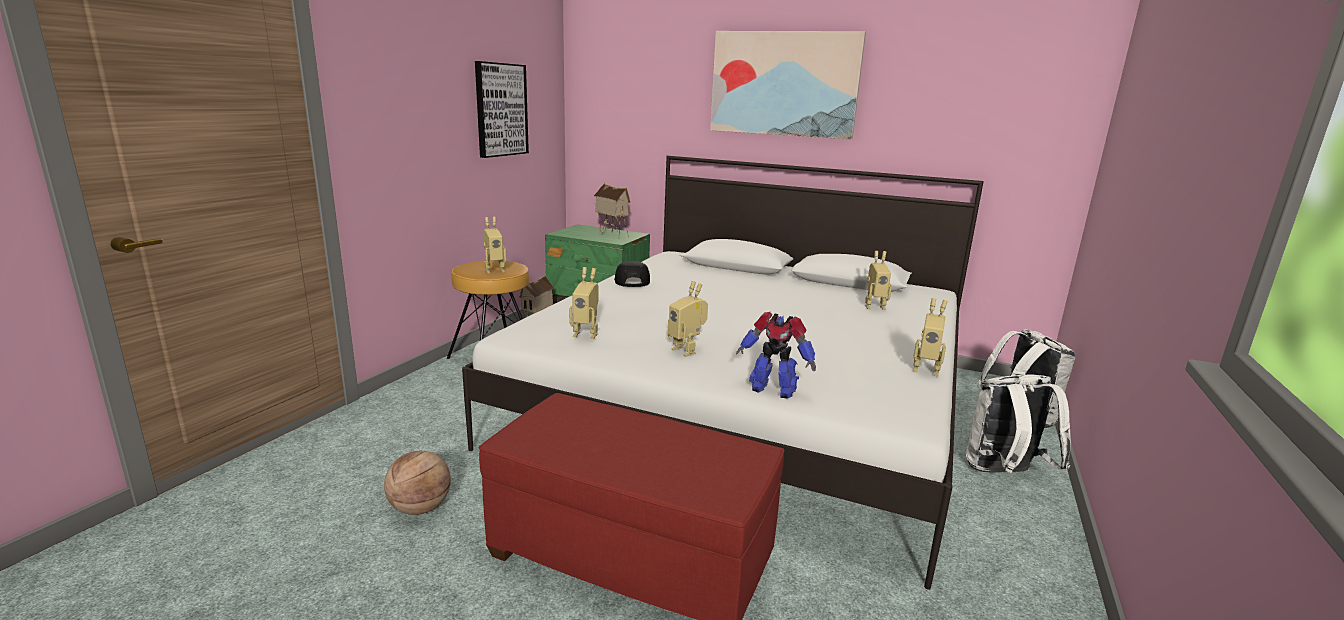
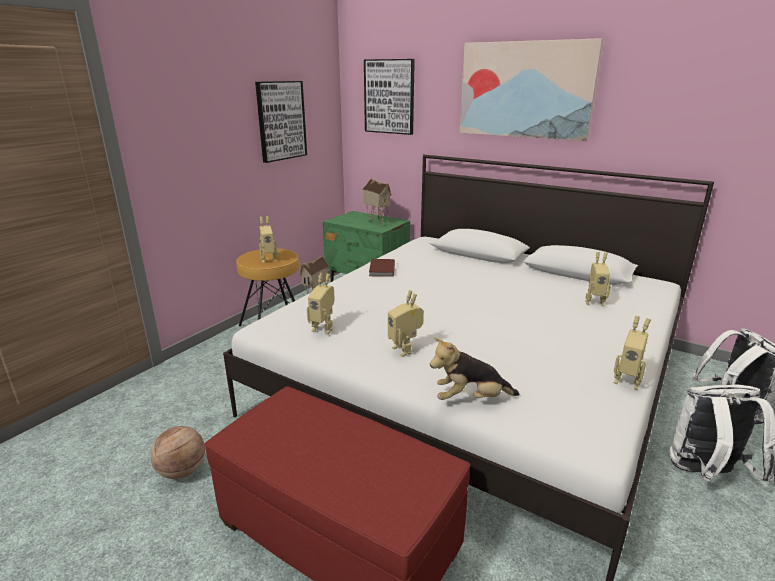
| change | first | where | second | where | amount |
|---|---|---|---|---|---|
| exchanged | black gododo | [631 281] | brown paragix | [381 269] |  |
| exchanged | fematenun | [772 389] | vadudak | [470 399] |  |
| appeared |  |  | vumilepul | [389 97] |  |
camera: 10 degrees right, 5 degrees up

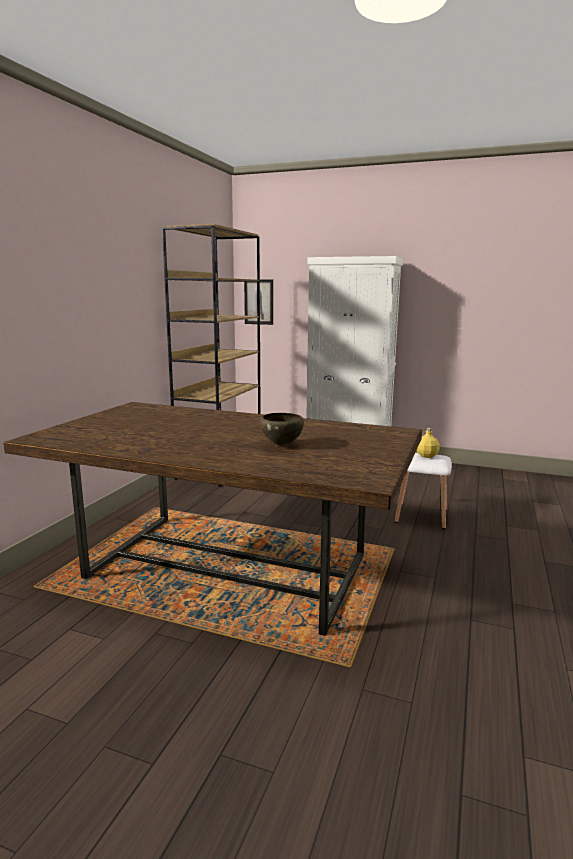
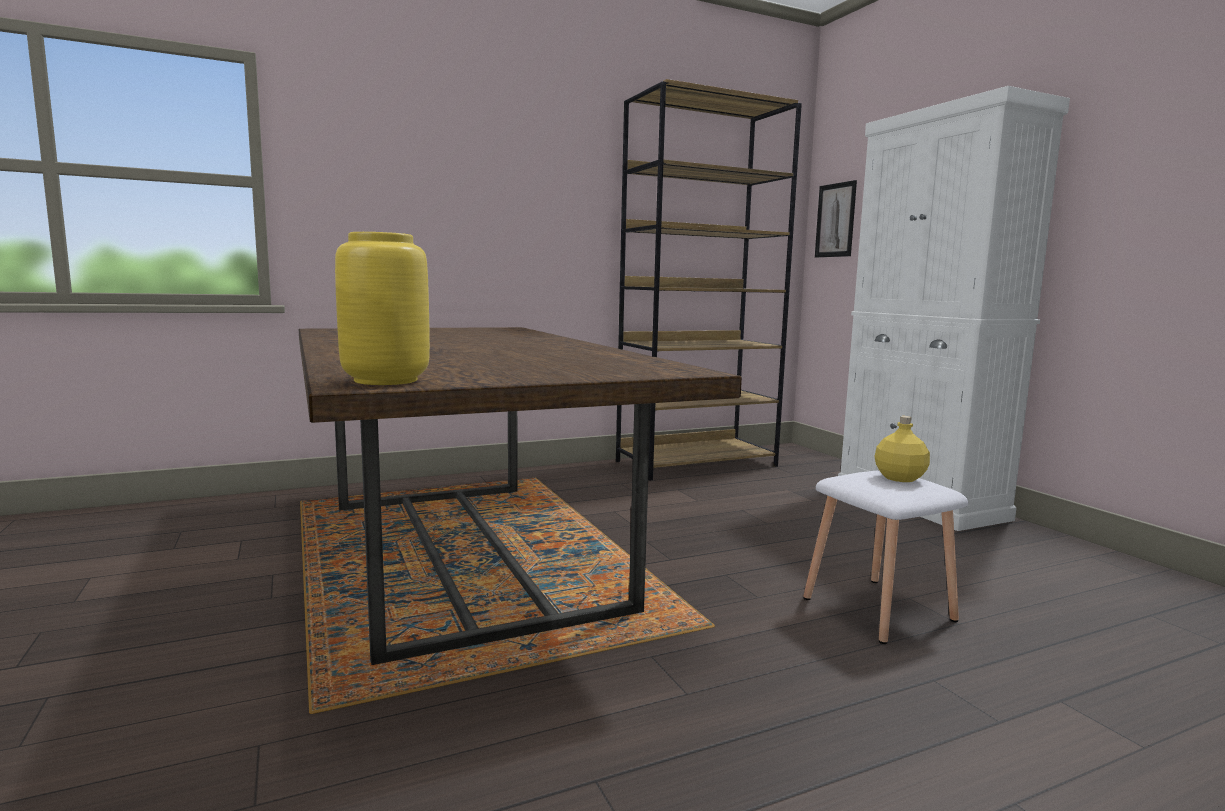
| change | first | where | second | where | amount |
|---|---|---|---|---|---|
| missing | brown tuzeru | [282 445] |  |  |  |
| appeared |  |  | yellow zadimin | [386 381] |  |
camera: 45 degrees right, 5 degrees down

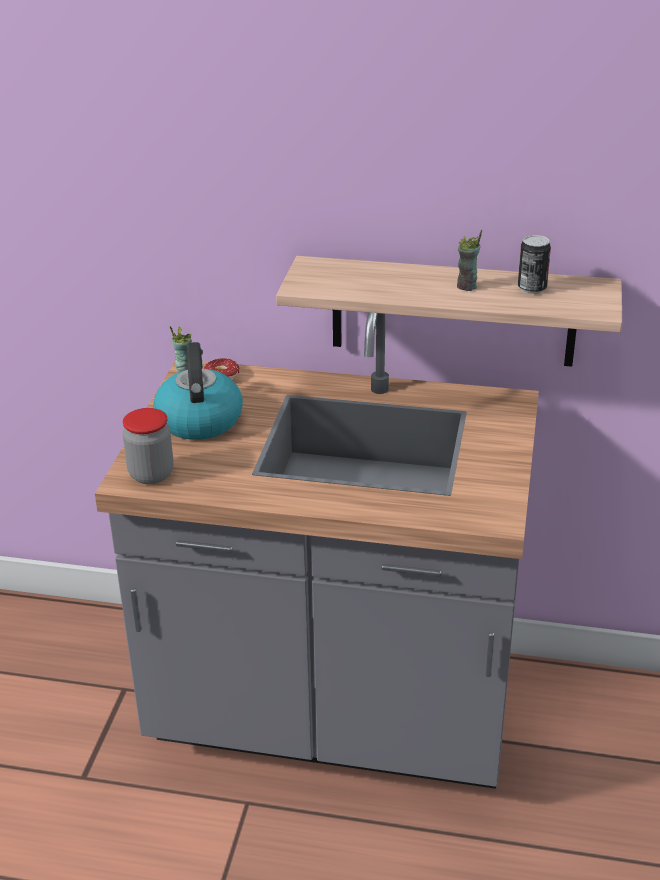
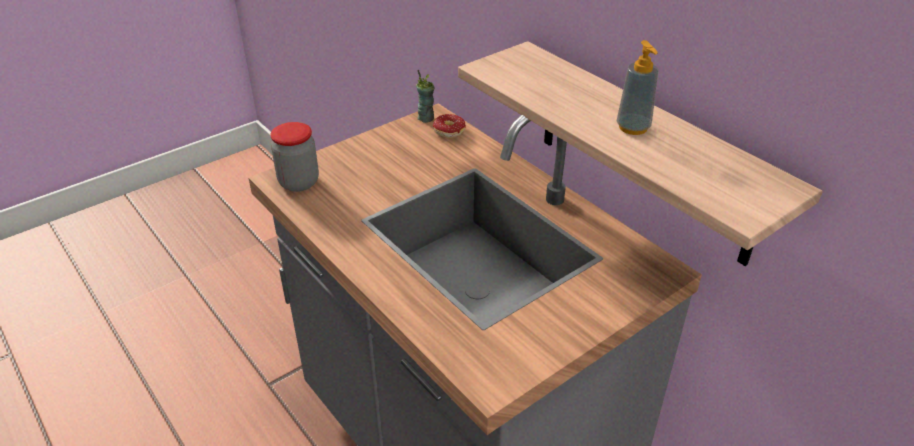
| change | first | where | second | where | amount |
|---|---|---|---|---|---|
| exchanged | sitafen | [467 287] | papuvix | [633 127] |  |
| missing | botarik | [532 288] |  |  |  |
| missing | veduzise | [199 420] |  |  |  |
camera: 40 degrees right, 5 degrees up

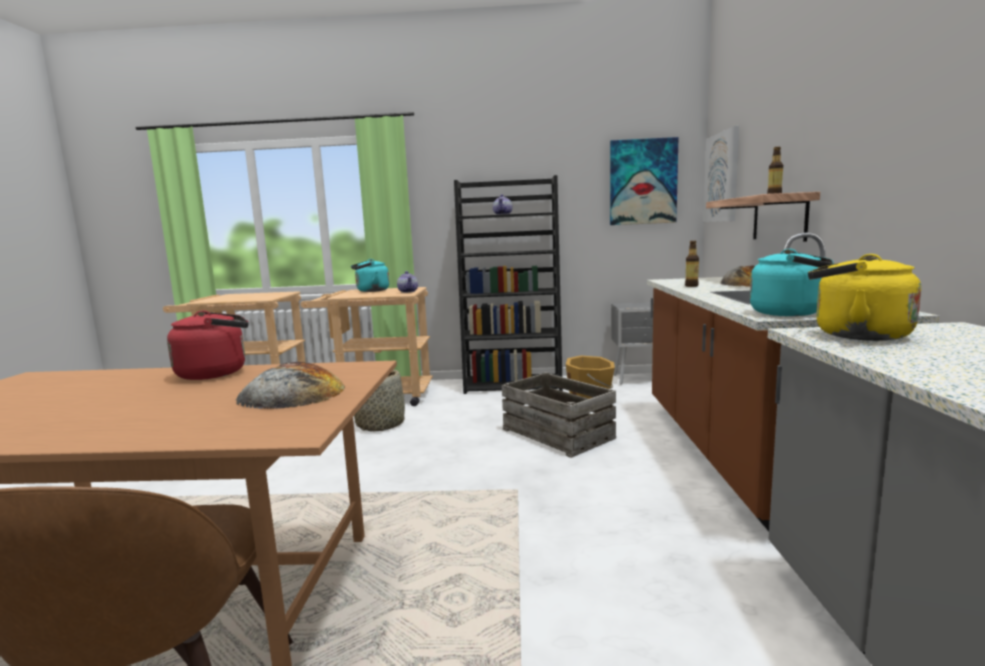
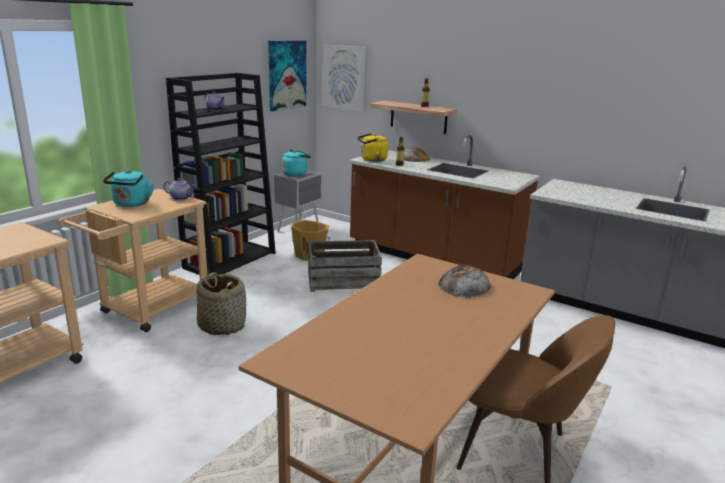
| change | first | where | second | where | amount |
|---|---|---|---|---|---|
| relocated | turquoise veduzise | [791 313] |  | [296 174] |  |
| relocated | yellow veduzise | [854 335] |  | [372 160] |  |
| missing | red veduzise | [216 373] |  |  |  |
camera: 60 degrees left, 10 degrees up

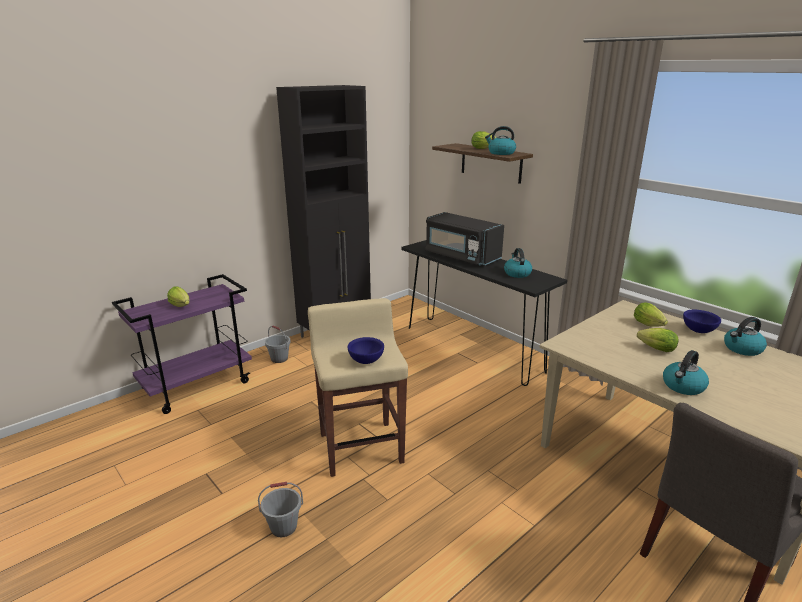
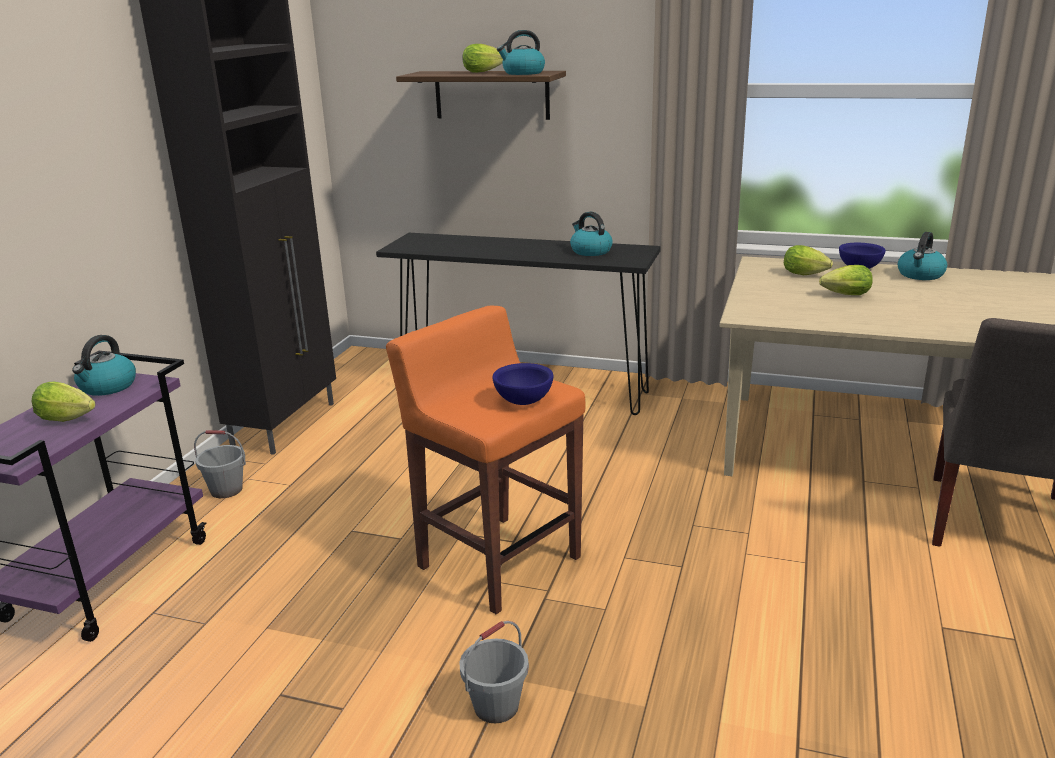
| change | first | where | second | where | amount |
|---|---|---|---|---|---|
| missing | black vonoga | [461 256] |  |  |  |
| colour | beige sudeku | [361 447] | orange sudeku | [497 561] |  |
| relocated | veduzise | [683 386] |  | [107 387] |  |
camera: 30 degrees left, 0 degrees up

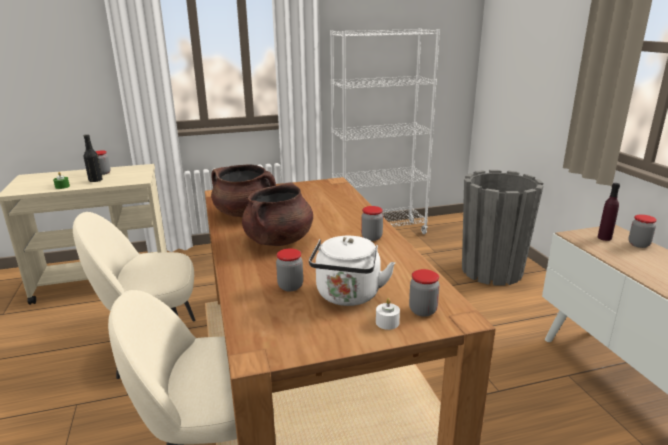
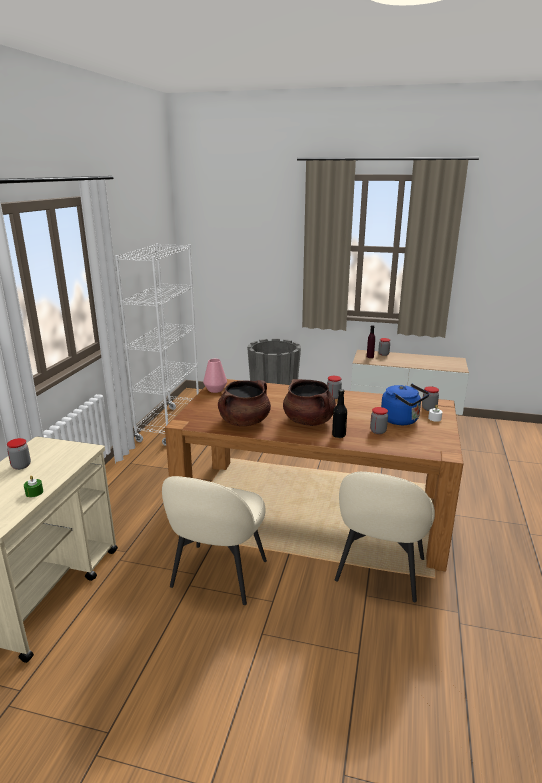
| change | first | where | second | where | amount |
|---|---|---|---|---|---|
| relocated | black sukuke | [95 180] |  | [338 435] |  |
| colour | white veduzise | [348 296] | blue veduzise | [402 420] |  |
| appeared |  |  | pink zadimin | [215 390] |  |
camera: 60 degrees left, 0 degrees up

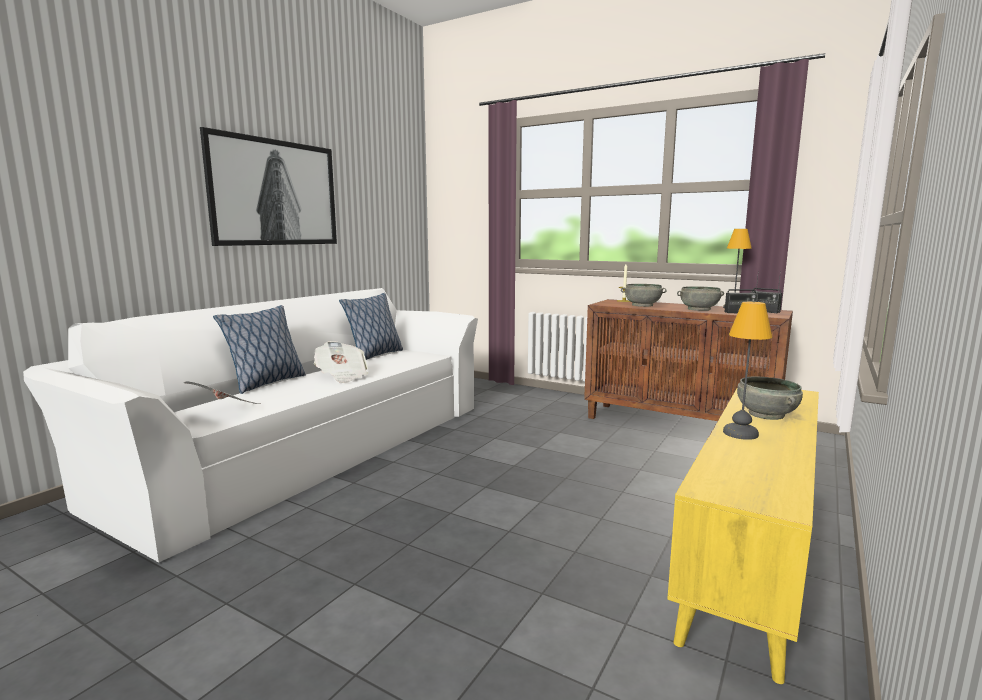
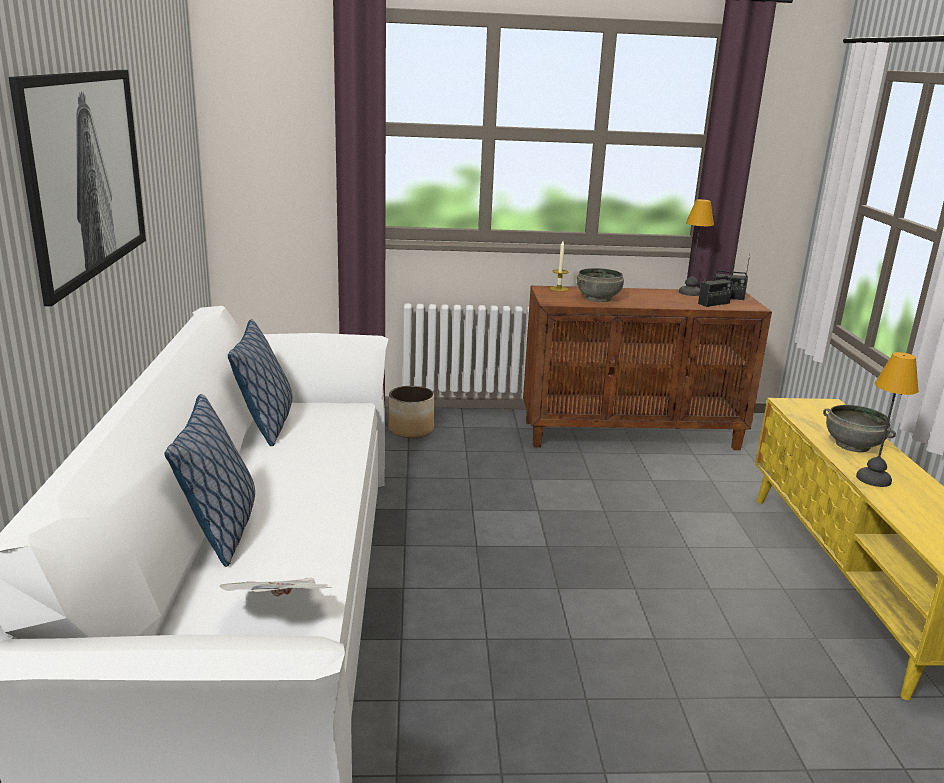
| change | first | where | second | where | amount |
|---|---|---|---|---|---|
| missing | grey tuzeru | [699 309] |  |  |  |
| missing | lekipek | [342 376] |  |  |  |
| appeared |  |  | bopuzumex | [410 430] |  |
camera: 35 degrees left, 10 degrees up

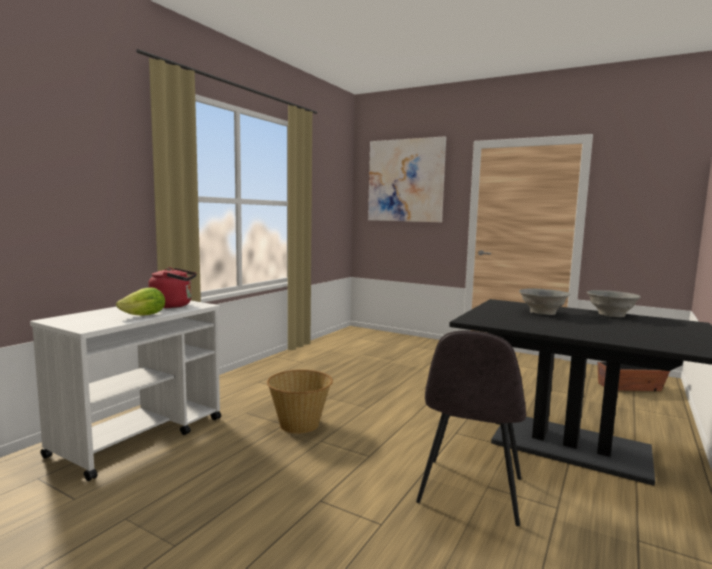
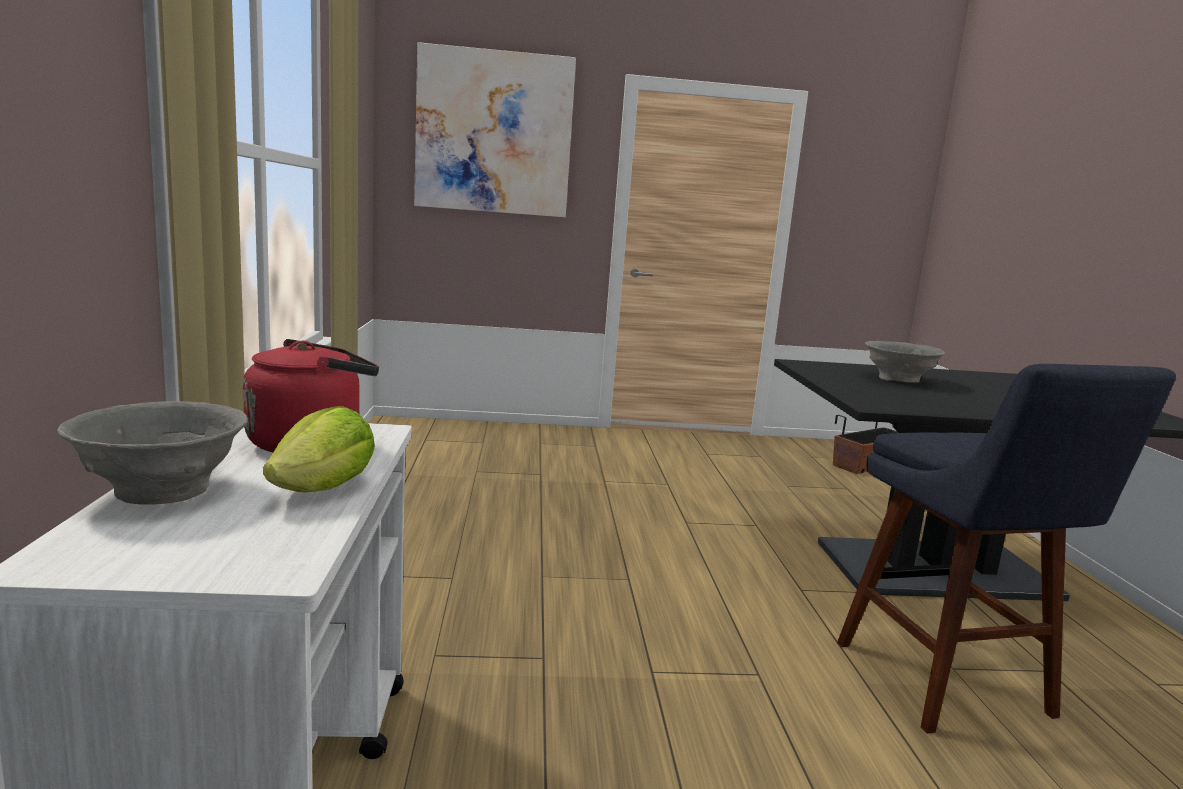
| change | first | where | second | where | amount |
|---|---|---|---|---|---|
| relocated | grey tuzeru | [610 315] |  | [161 490] |  |
| exchanged | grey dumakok | [470 492] | blue sudeku | [950 686] |  |
| missing | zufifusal | [299 424] |  |  |  |
camera: 35 degrees left, 5 degrees up

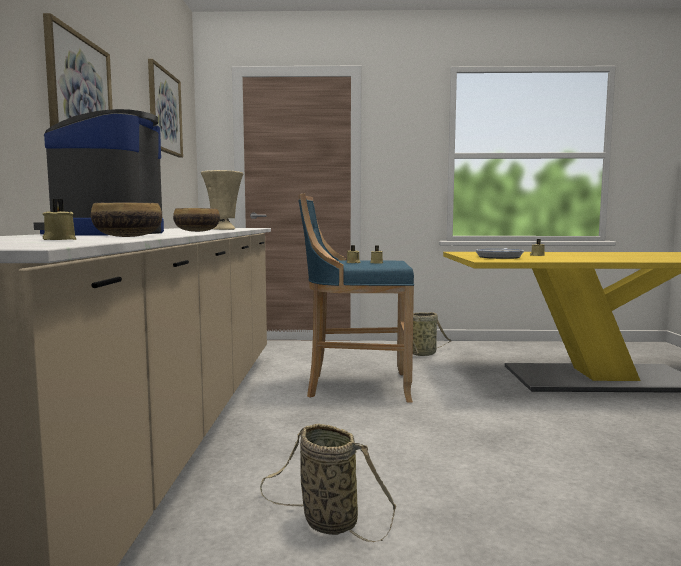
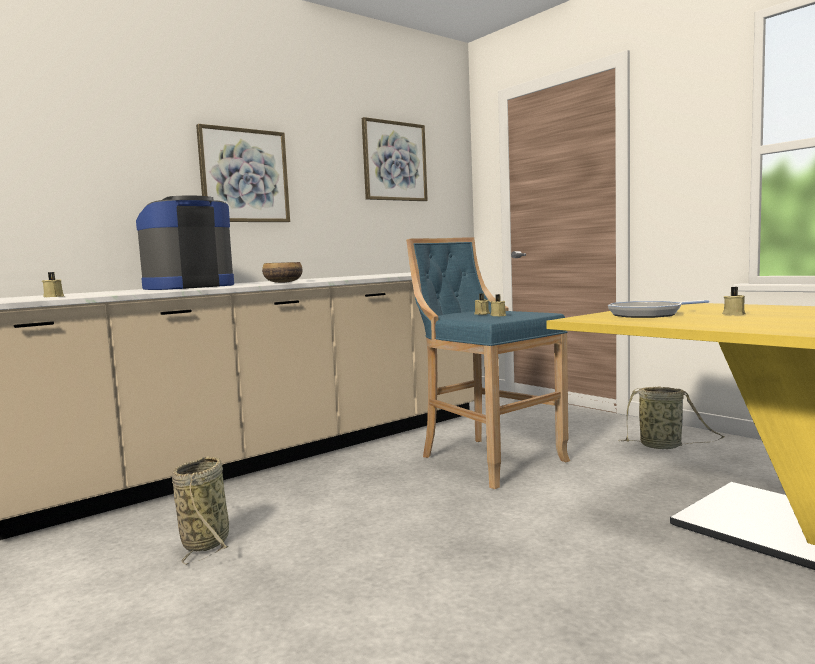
| change | first | where | second | where | amount |
|---|---|---|---|---|---|
| missing | beige zadimin | [223 229] |  |  |  |
| missing | tuzeru | [129 236] |  |  |  |
camera: 50 degrees right, 0 degrees up

